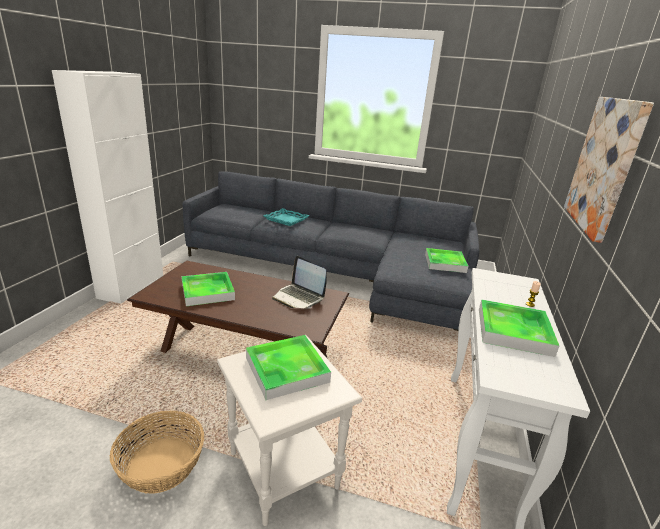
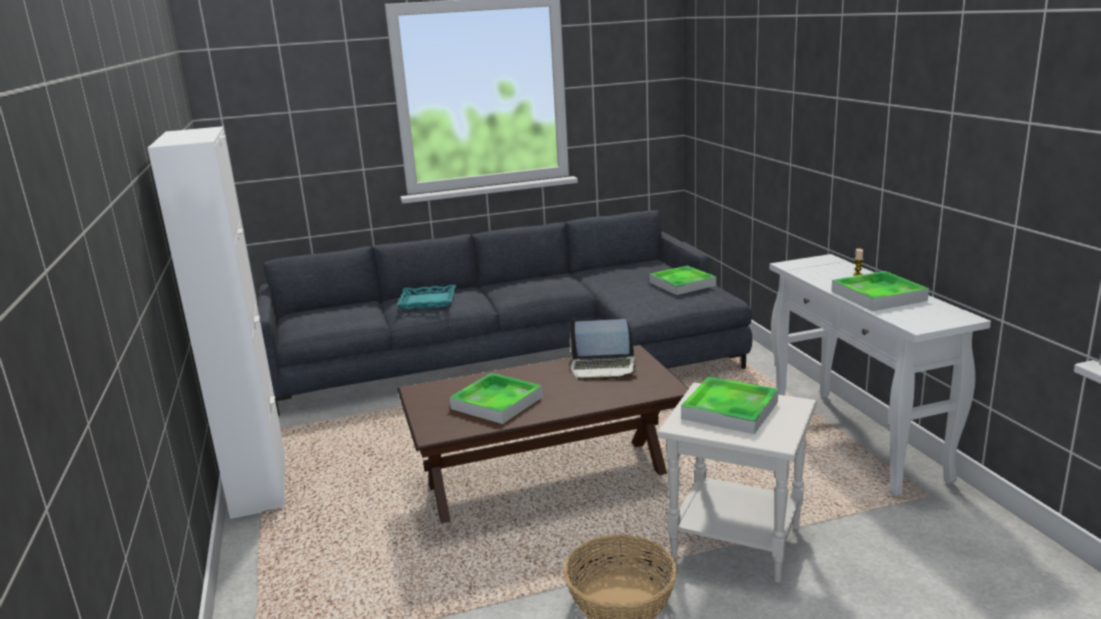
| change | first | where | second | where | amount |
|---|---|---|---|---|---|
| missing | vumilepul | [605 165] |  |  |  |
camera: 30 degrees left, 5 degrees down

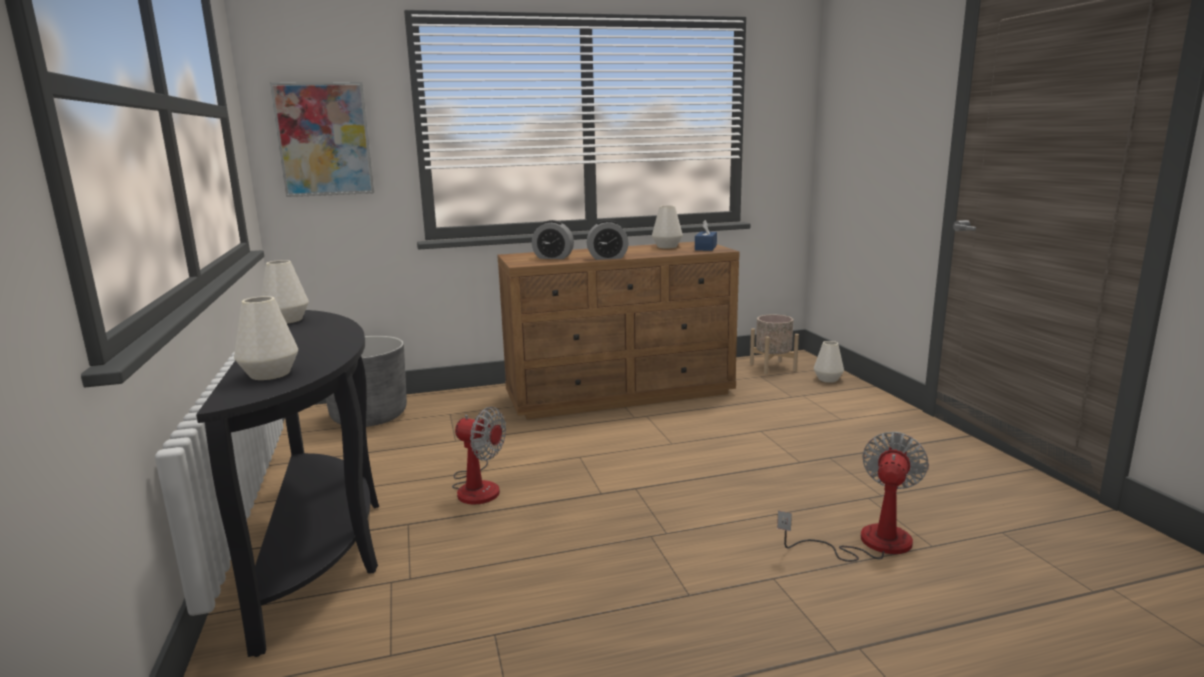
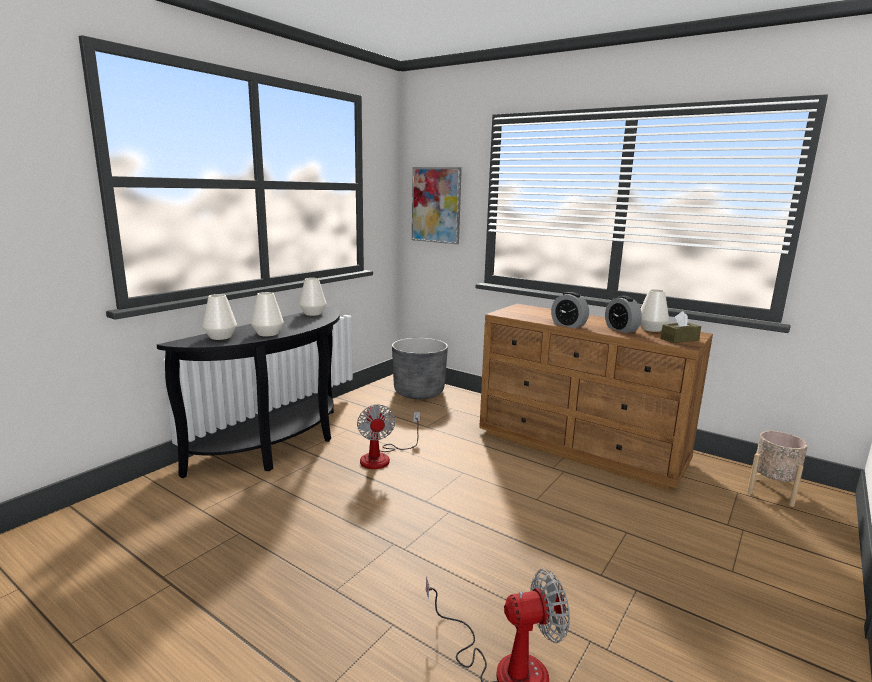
| change | first | where | second | where | amount |
|---|---|---|---|---|---|
| relocated | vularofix | [553 257] |  | [621 329] |  |
| colour | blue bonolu | [705 248] | brown bonolu | [679 339] |  |
| relocated | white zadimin | [828 379] |  | [268 333] |  |
camera: 50 degrees right, 0 degrees up

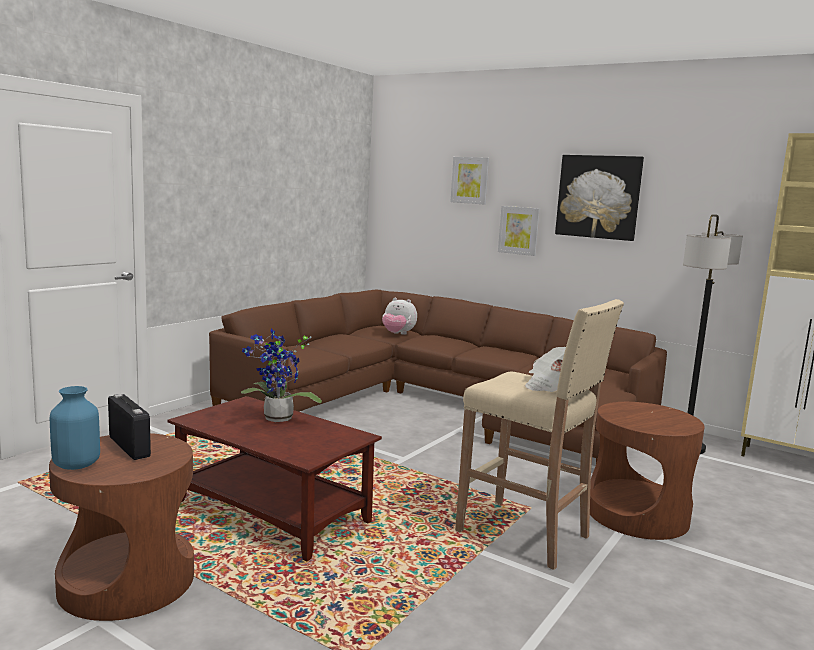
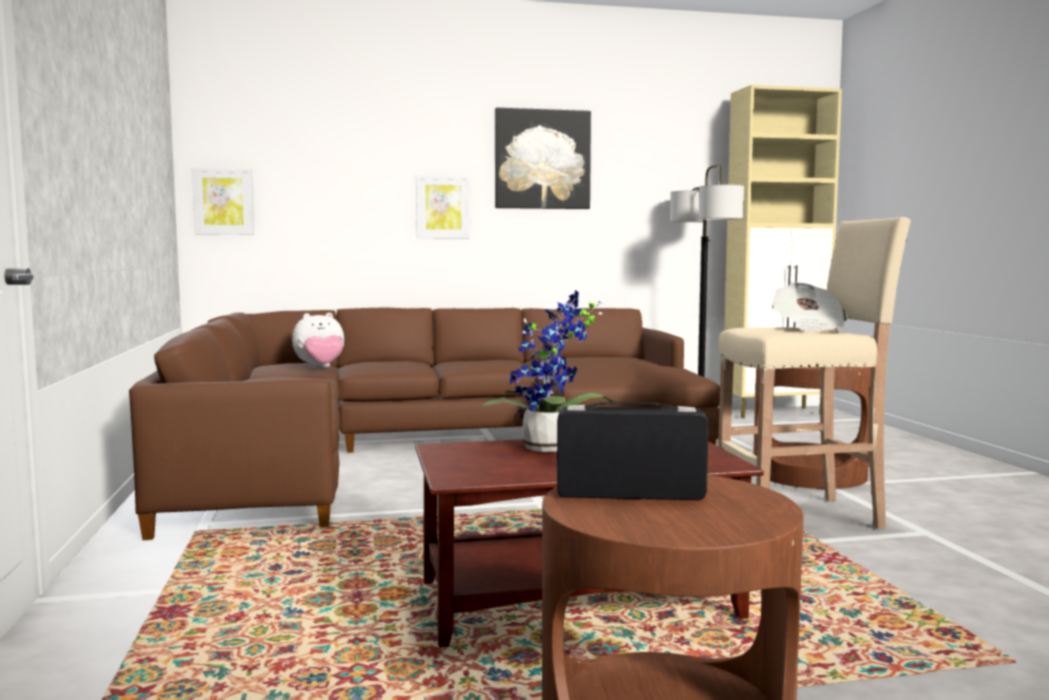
| change | first | where | second | where | amount |
|---|---|---|---|---|---|
| relocated | vumilepul | [470 180] |  | [223 201] |  |
| missing | blue zadimin | [77 464] |  |  |  |
camera: 45 degrees left, 5 degrees down

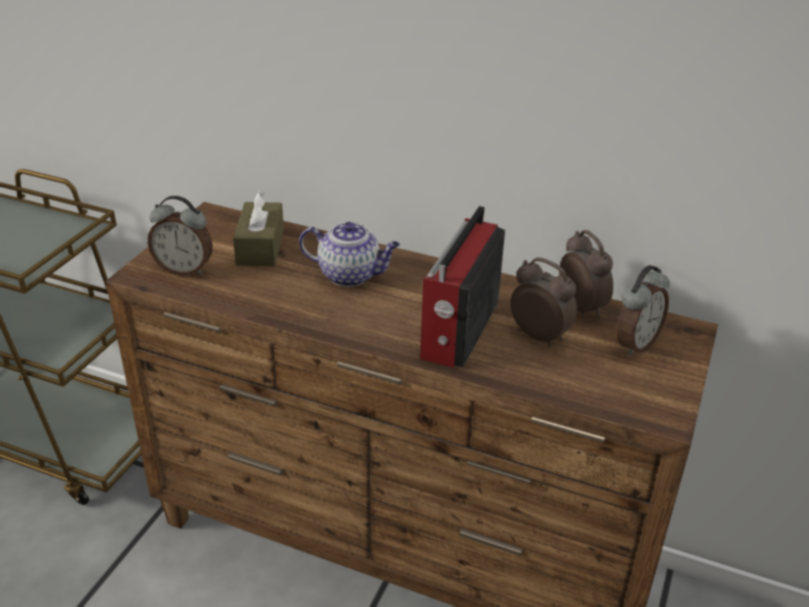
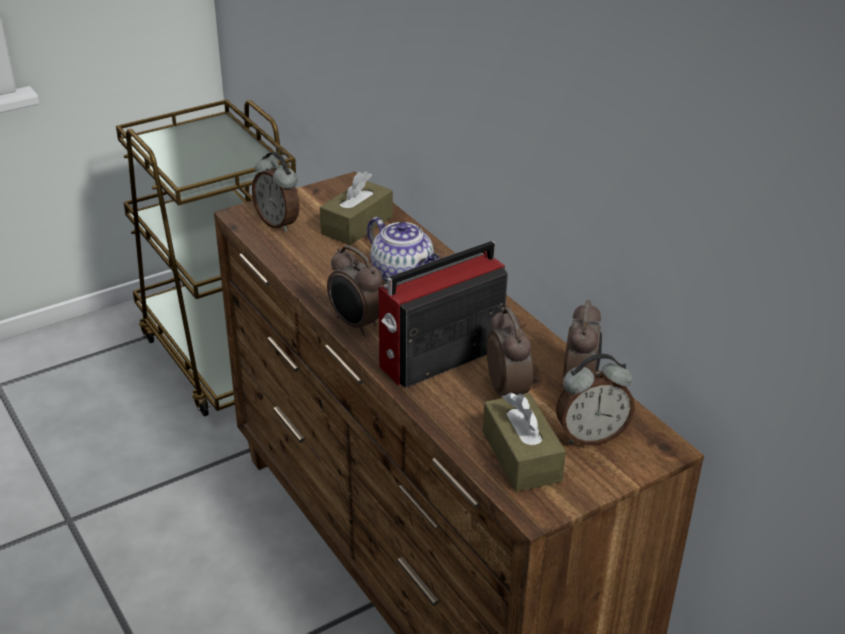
| change | first | where | second | where | amount |
|---|---|---|---|---|---|
| appeared |  |  | vularofix | [356 324] |  |
| appeared |  |  | brown bonolu | [521 456] |  |
camera: 35 degrees right, 0 degrees up

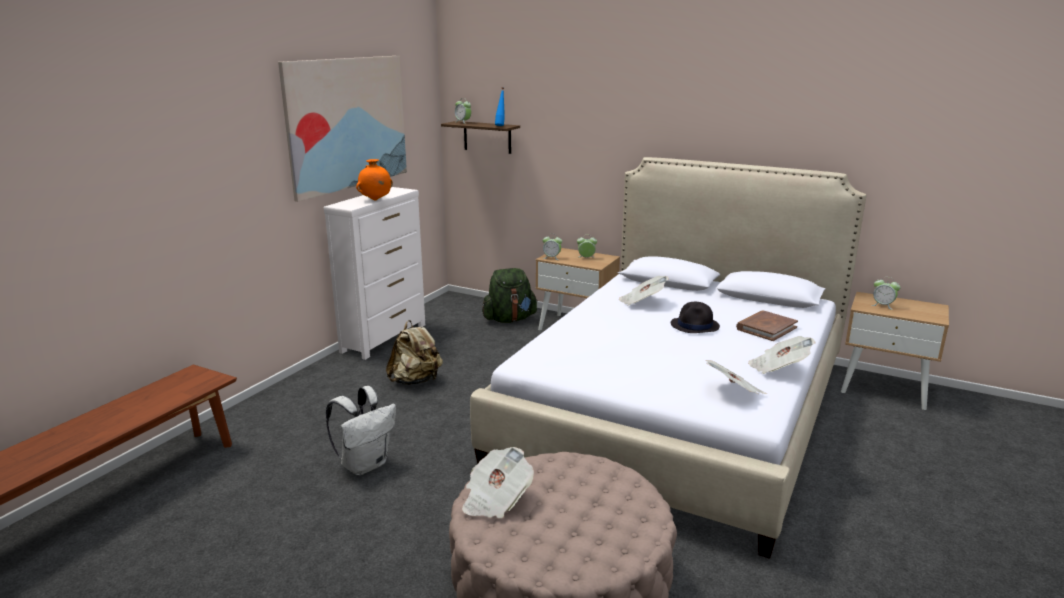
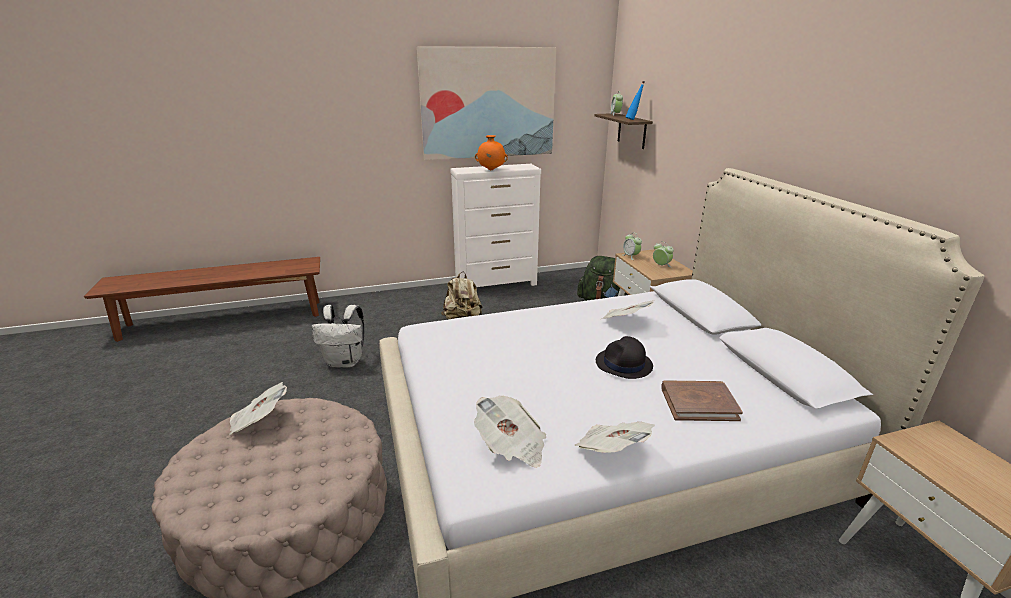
| change | first | where | second | where | amount |
|---|---|---|---|---|---|
| missing | vularofix | [883 305] |  |  |  |
camera: 45 degrees right, 5 degrees up

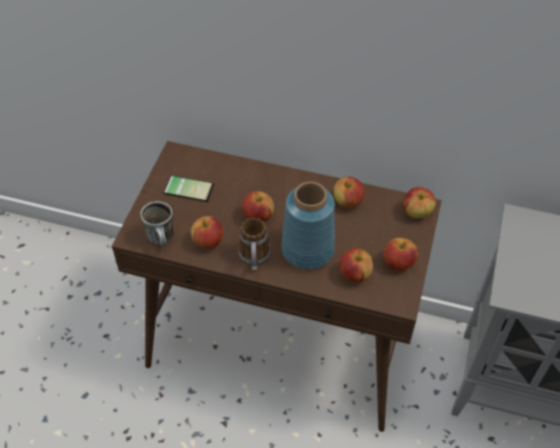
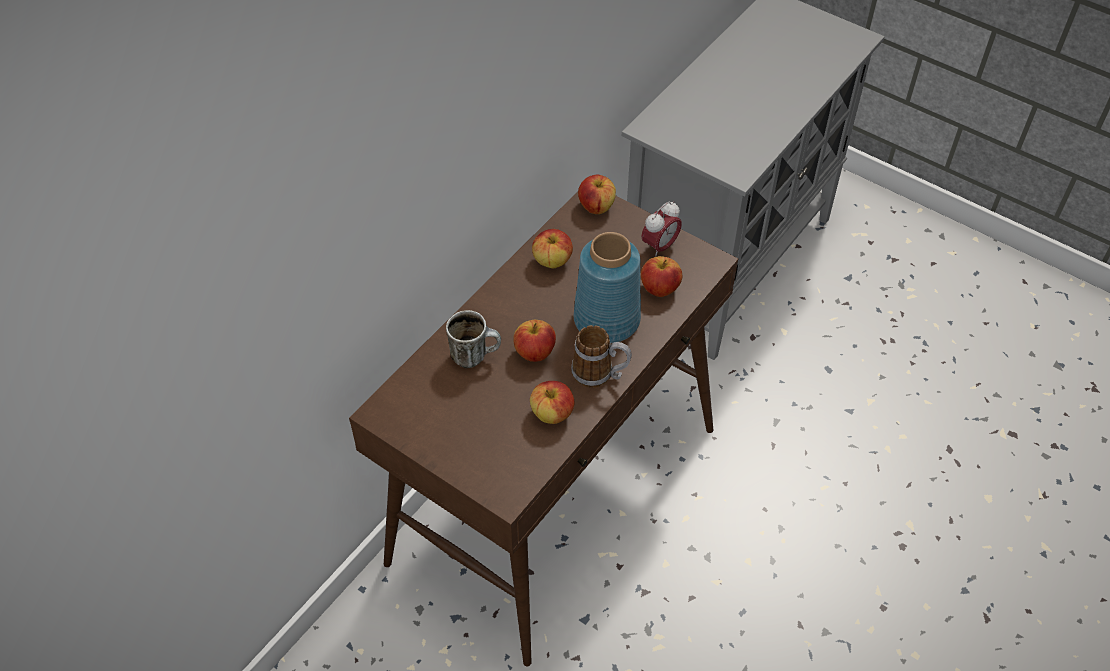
| change | first | where | second | where | amount |
|---|---|---|---|---|---|
| missing | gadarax | [189 187] |  |  |  |
| relocated | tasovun | [163 240] |  | [475 355] |  |
| exchanged | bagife | [398 263] | vularofix | [660 246] |  |
camera: 70 degrees left, 0 degrees up

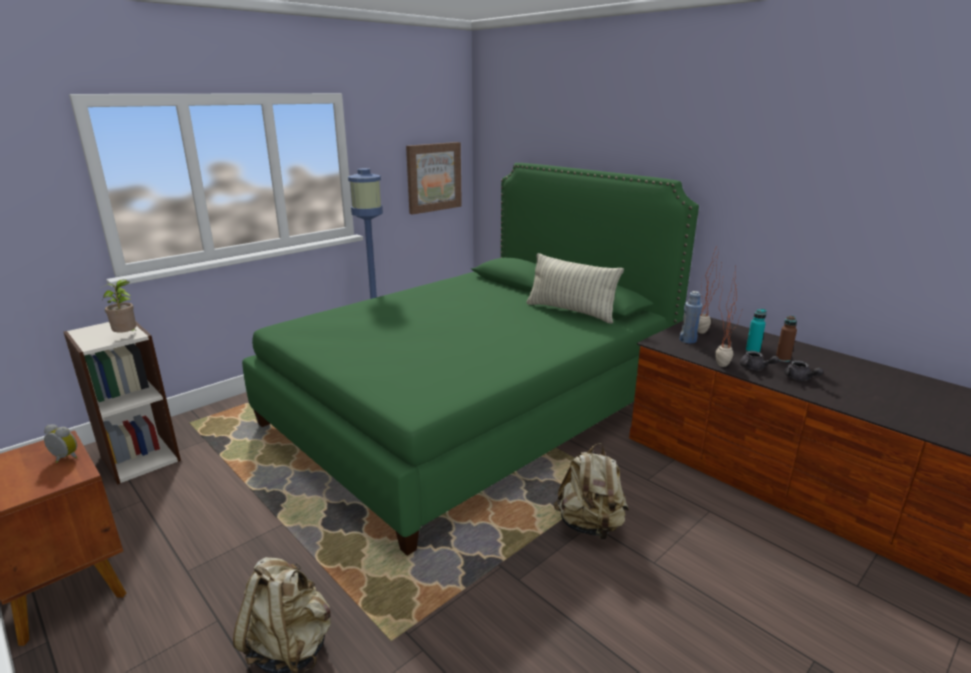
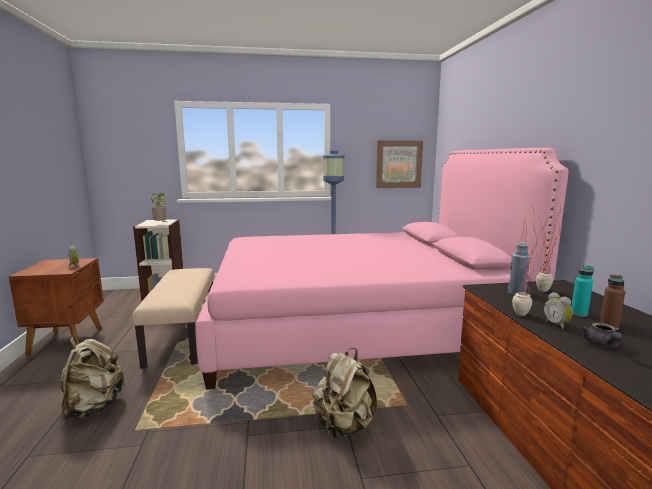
| change | first | where | second | where | amount |
|---|---|---|---|---|---|
| colour | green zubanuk | [472 409] | pink zubanuk | [356 325] |  |
| missing | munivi | [571 311] |  |  |  |
| exchanged | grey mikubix | [755 368] | vularofix | [557 325] |  |
| appeared |  |  | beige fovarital | [184 336] |  |
camera: 35 degrees right, 10 degrees down

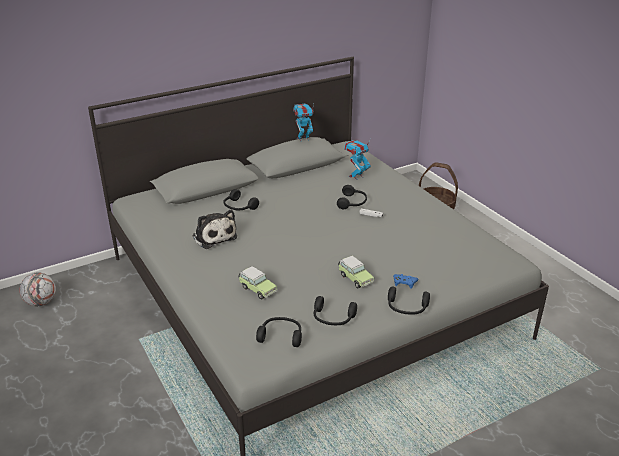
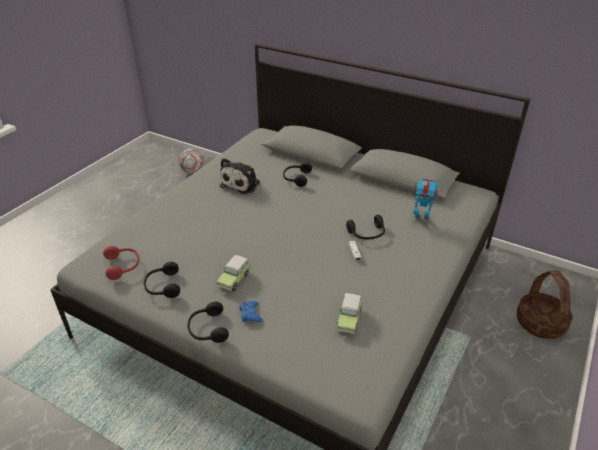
| change | first | where | second | where | amount |
|---|---|---|---|---|---|
| missing | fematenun | [303 139] |  |  |  |
| relocated | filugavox | [257 289] |  | [349 319] |  |
| colour | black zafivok | [281 336] | red zafivok | [123 266] |  |
camera: 60 degrees right, 5 degrees up

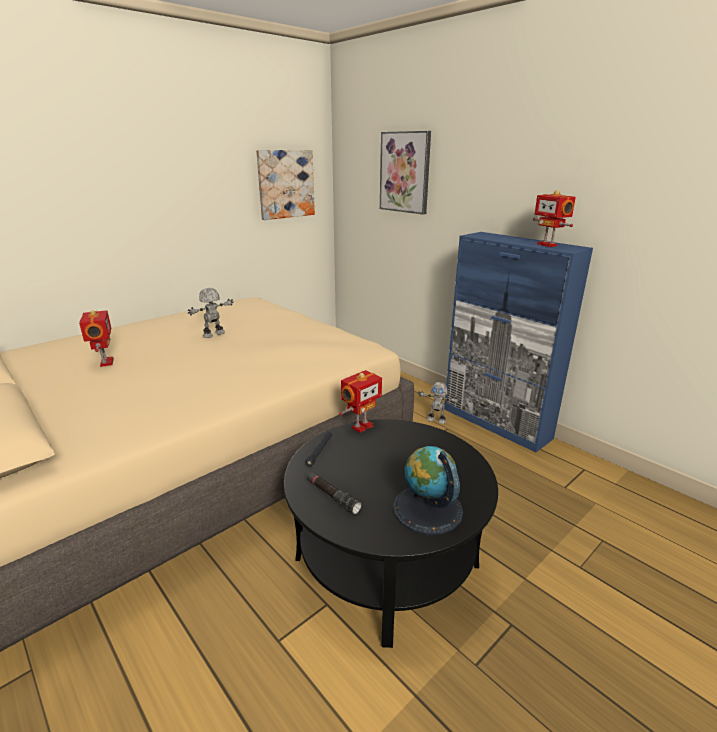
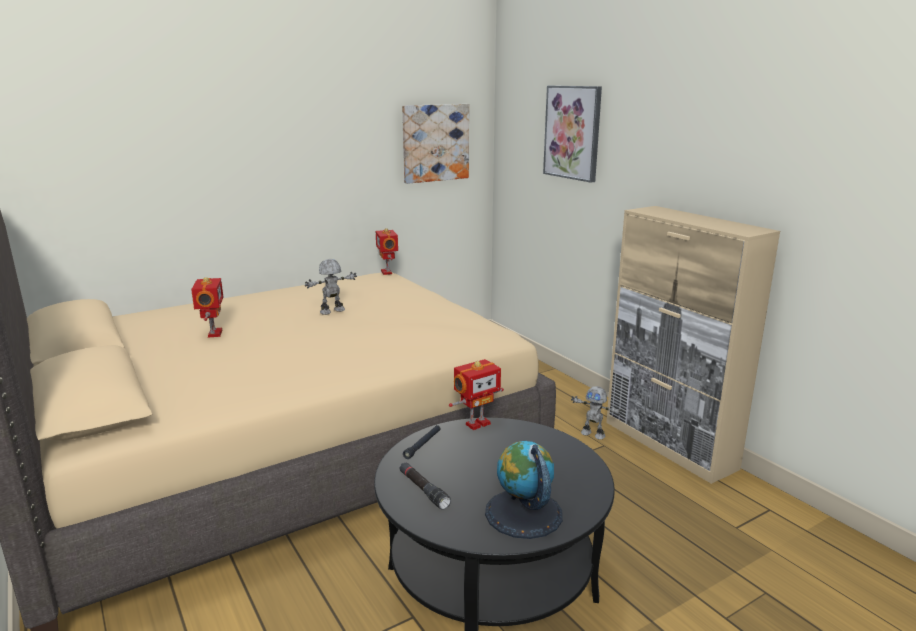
| change | first | where | second | where | amount |
|---|---|---|---|---|---|
| relocated | fematenun | [547 245] |  | [387 272] |  |
| colour | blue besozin | [496 423] | beige besozin | [669 445] |  |
camera: 10 degrees right, 5 degrees down

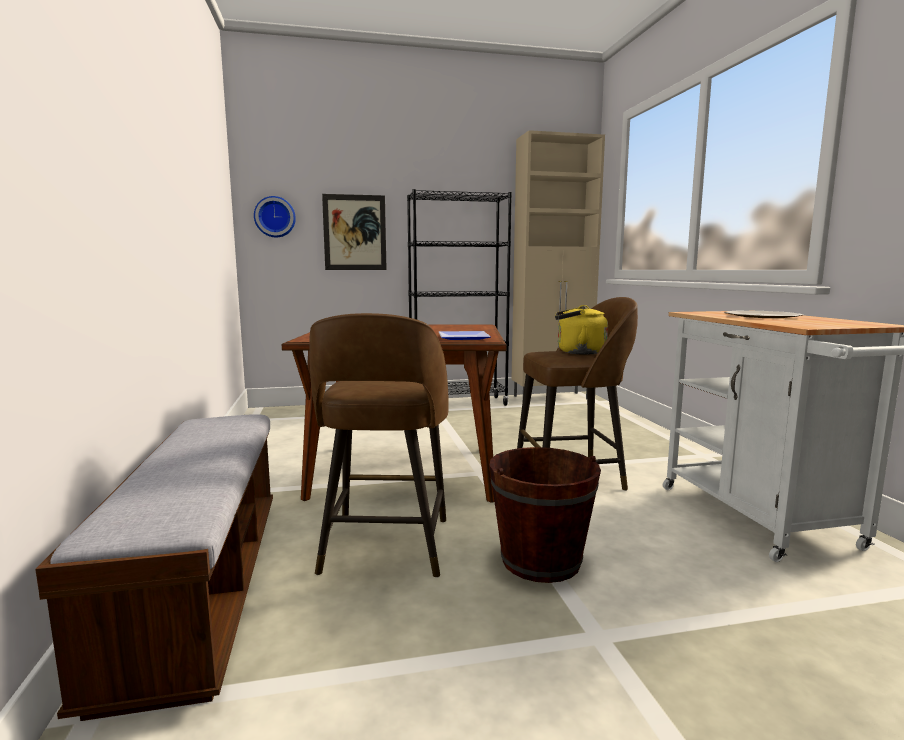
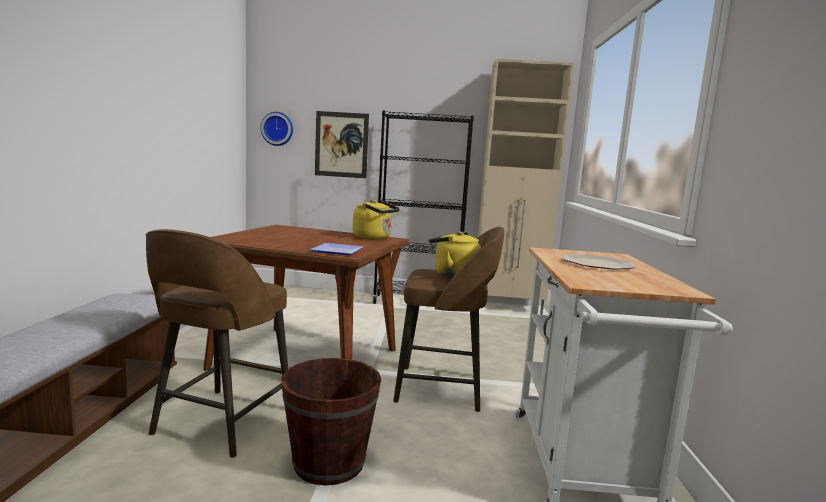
| change | first | where | second | where | amount |
|---|---|---|---|---|---|
| appeared |  |  | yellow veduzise | [374 237] |  |
camera: 15 degrees right, 0 degrees up

